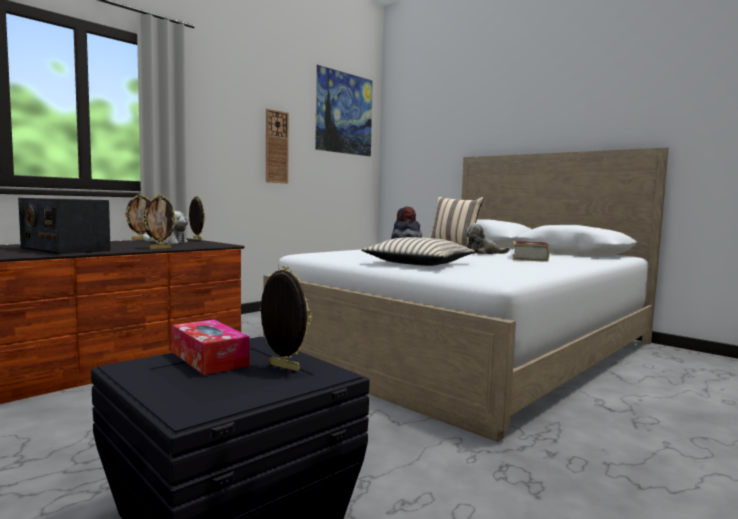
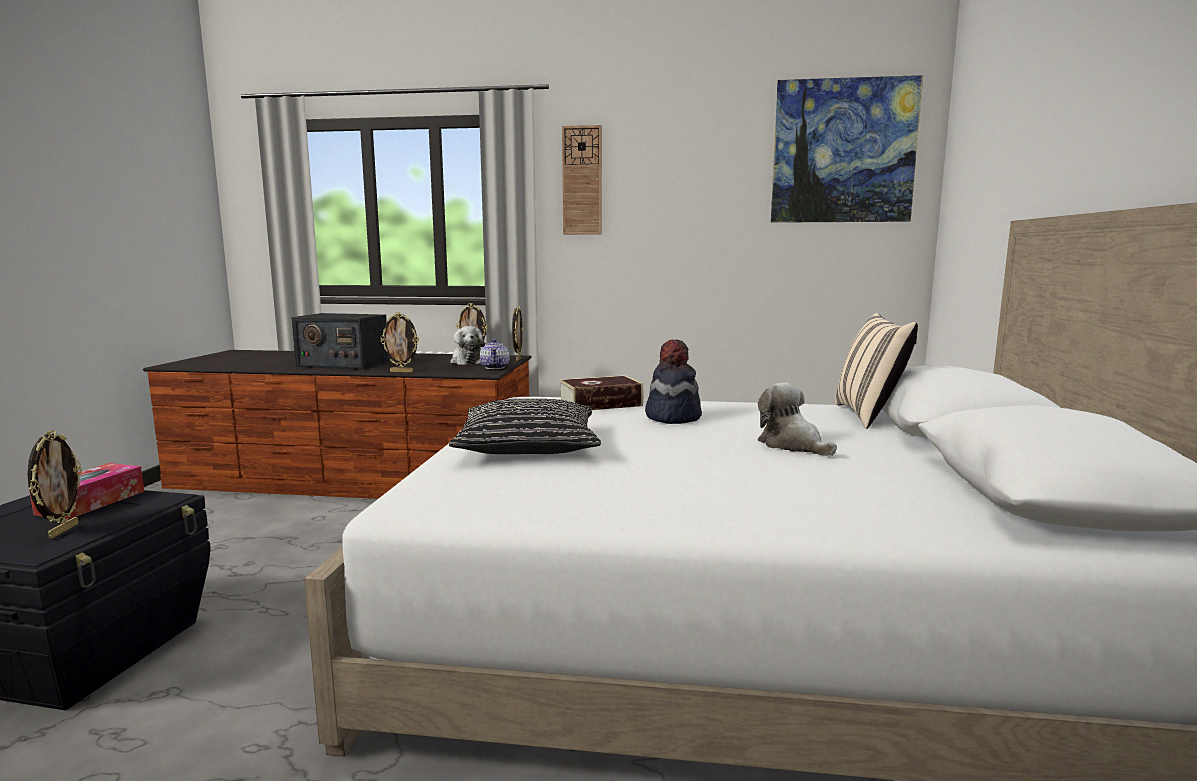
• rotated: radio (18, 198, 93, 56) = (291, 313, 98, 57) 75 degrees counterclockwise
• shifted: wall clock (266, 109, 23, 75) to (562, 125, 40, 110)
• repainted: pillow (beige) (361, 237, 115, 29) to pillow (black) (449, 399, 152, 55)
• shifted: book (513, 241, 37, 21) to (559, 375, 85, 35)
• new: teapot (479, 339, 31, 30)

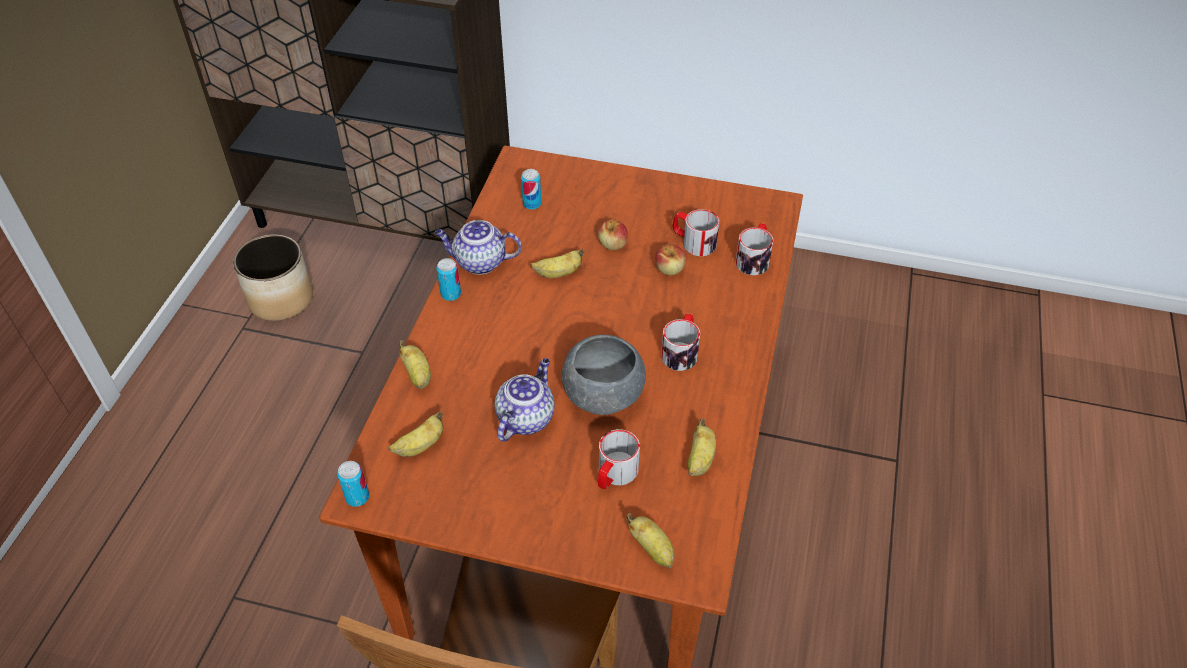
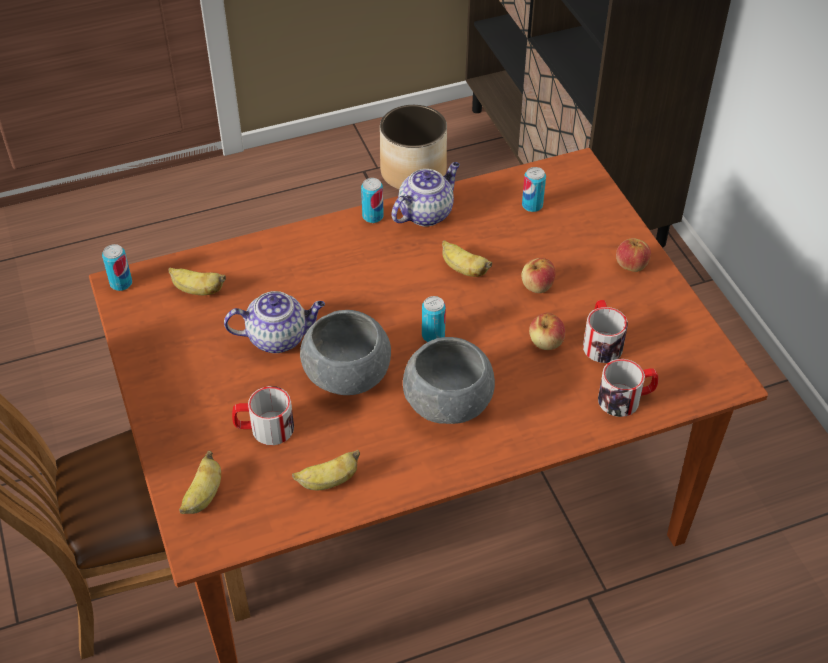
• gone: banana (399, 340, 32, 50)
• rotated: teapot (435, 220, 87, 54) = (392, 162, 68, 65) 75 degrees clockwise
• swapped: mug (661, 314, 39, 57) to bowl (grey) (403, 337, 92, 87)
• new: can (422, 296, 24, 46)
• new: apple (616, 238, 35, 34)

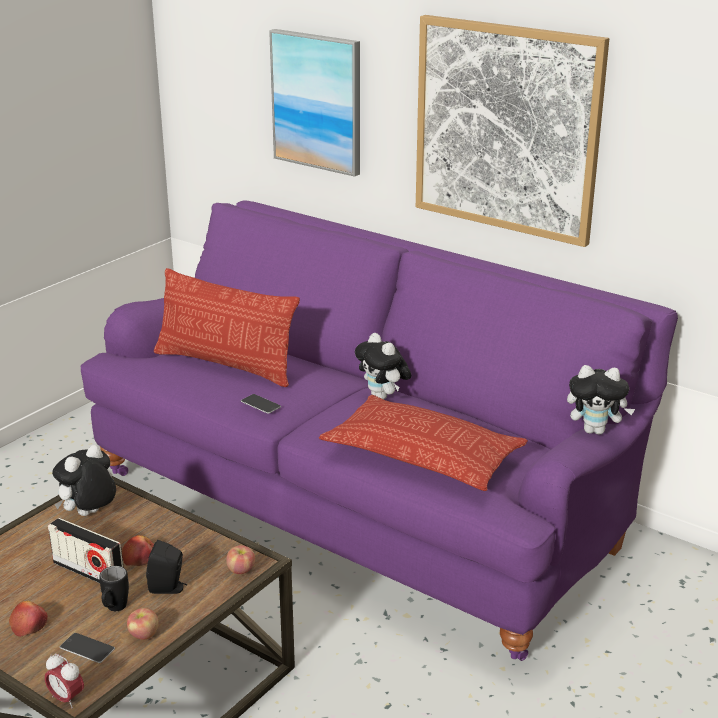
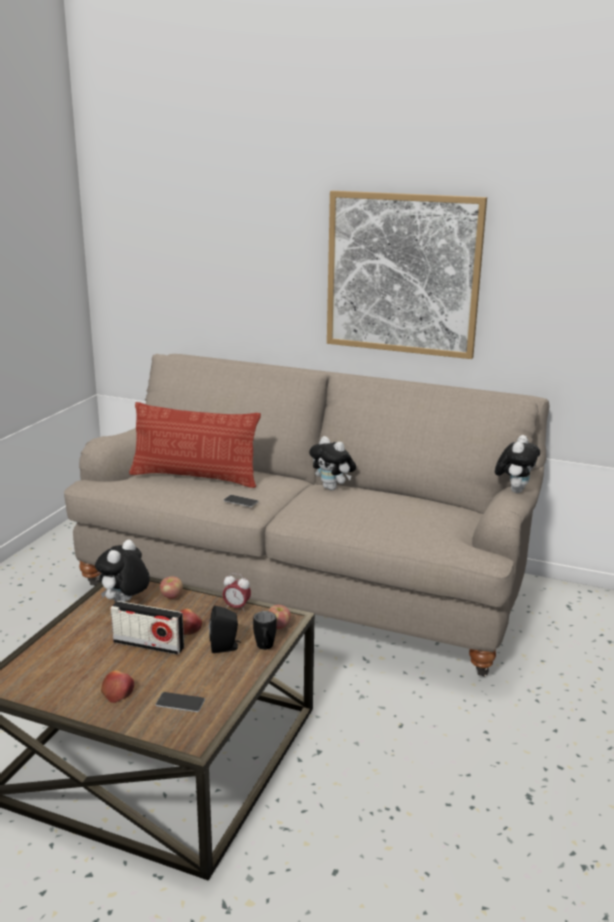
• shifted: alarm clock (45, 654, 39, 54) to (223, 573, 28, 39)
• repainted: sofa (purple) (80, 200, 598, 461) to sofa (beige) (64, 354, 486, 323)
• shifted: mug (black) (99, 566, 30, 45) to (253, 611, 24, 39)
• shifted: apple (127, 608, 32, 32) to (160, 576, 23, 23)
• gone: picture (269, 29, 91, 148)
• gone: pillow (319, 395, 209, 96)
• rotated: plush toy (567, 365, 68, 70) = (495, 435, 45, 58) 60 degrees counterclockwise

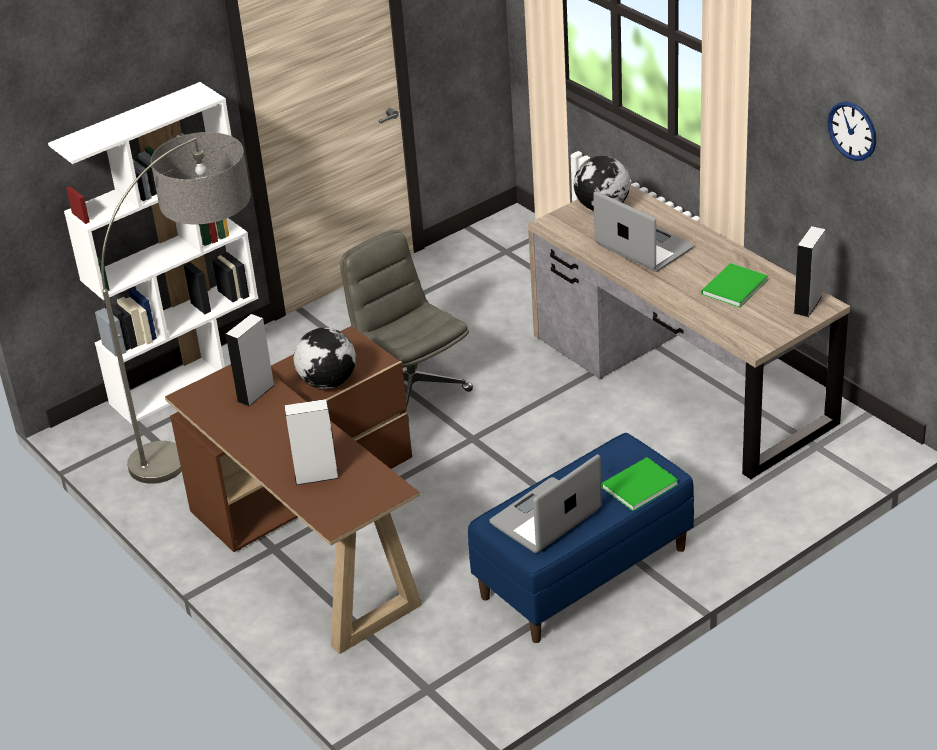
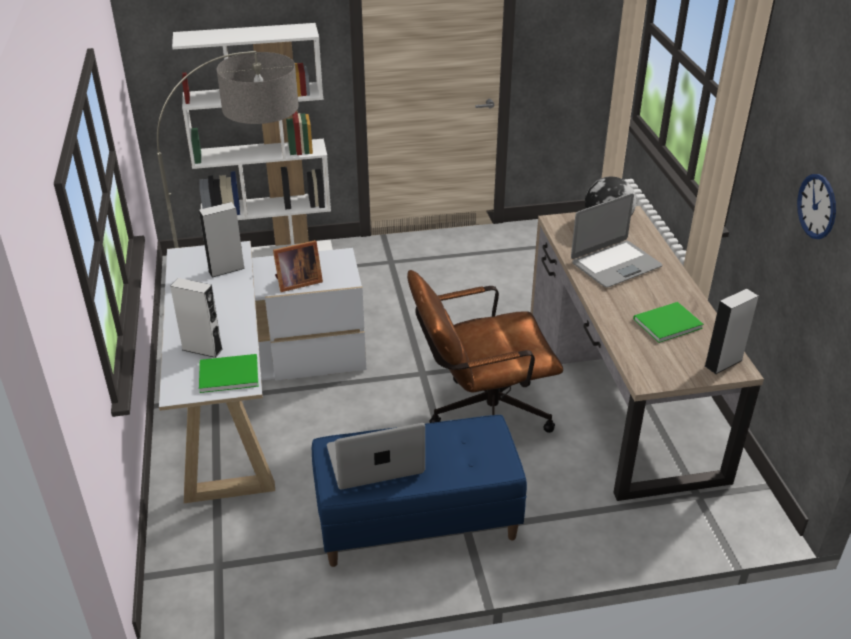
• repainted: desk (brown) (165, 326, 257, 328) to desk (white) (159, 241, 208, 262)
• swapped: globe (294, 328, 62, 61) to picture frame (273, 240, 50, 52)
• gone: office chair (grey) (340, 230, 133, 192)
• rotated: laptop (593, 191, 101, 81) = (571, 193, 91, 95) 75 degrees clockwise
• shifted: book (green) (601, 457, 78, 54) to (199, 354, 60, 39)
• new: office chair (brown) (407, 270, 156, 163)

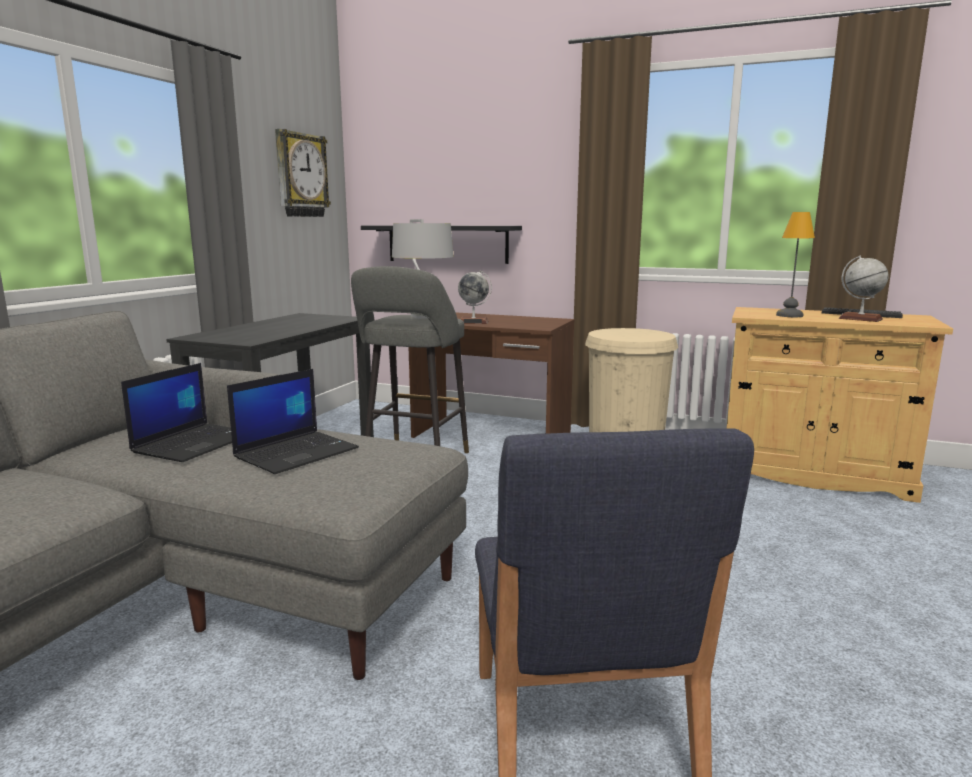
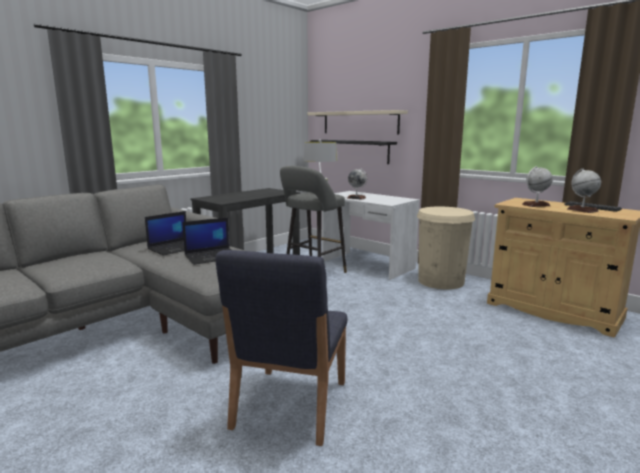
• gone: wall clock (275, 129, 56, 88)
• repainted: desk (brown) (409, 313, 166, 125) to desk (white) (322, 191, 98, 89)
• swapped: table lamp (776, 212, 39, 105) to globe (522, 166, 31, 41)
• new: shelf (beige) (307, 110, 101, 24)

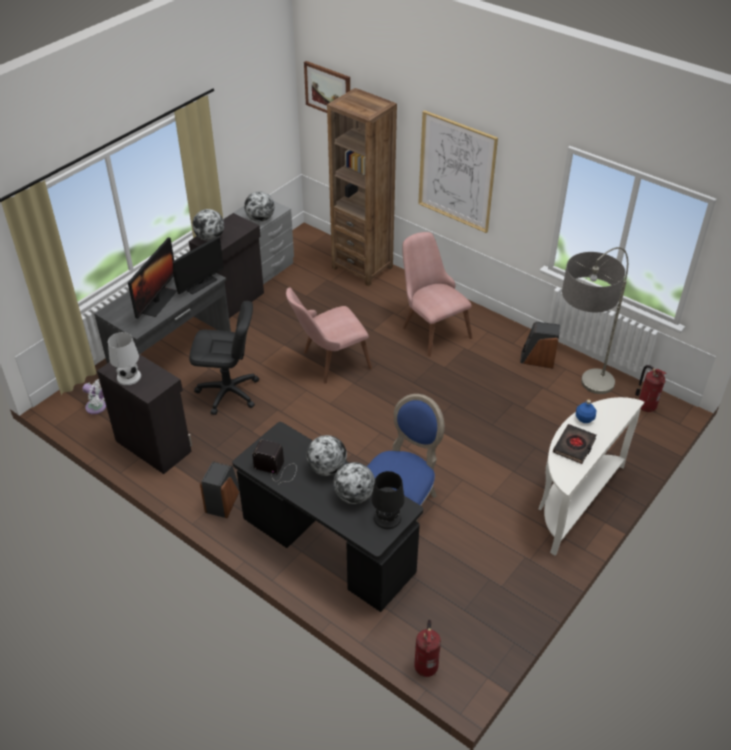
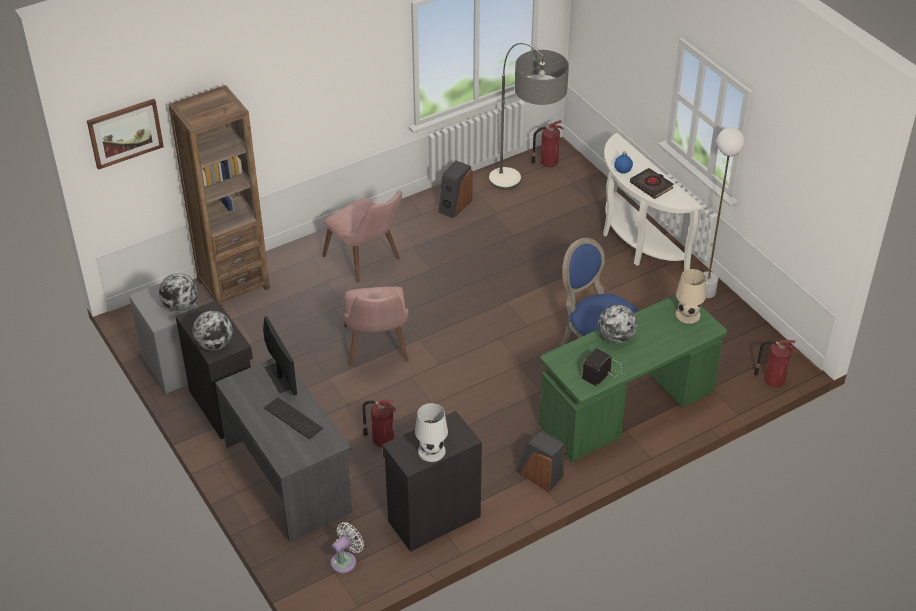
• swapped: monitor (128, 237, 49, 82) to keyboard (264, 397, 59, 42)
• swapped: office chair (black) (189, 301, 70, 114) to fire extinguisher (362, 400, 34, 48)
• repainted: desk (black) (232, 422, 191, 190) to desk (green) (539, 294, 188, 168)
• gone: globe (333, 462, 42, 42)
• repainted: table lamp (black) (371, 471, 34, 58) to table lamp (beige) (676, 269, 30, 55)
• rotated: chair (pink) (402, 232, 70, 125) = (322, 191, 80, 92) 120 degrees counterclockwise
• gone: picture (418, 110, 80, 123)
• new: floor lamp (white) (703, 127, 42, 171)

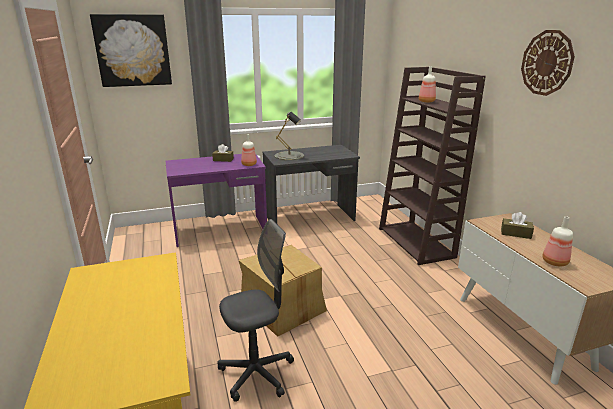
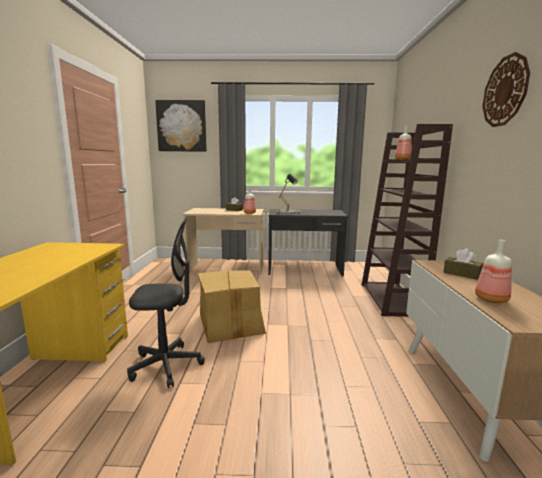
• repainted: desk (purple) (166, 154, 101, 93) to desk (beige) (183, 208, 81, 67)

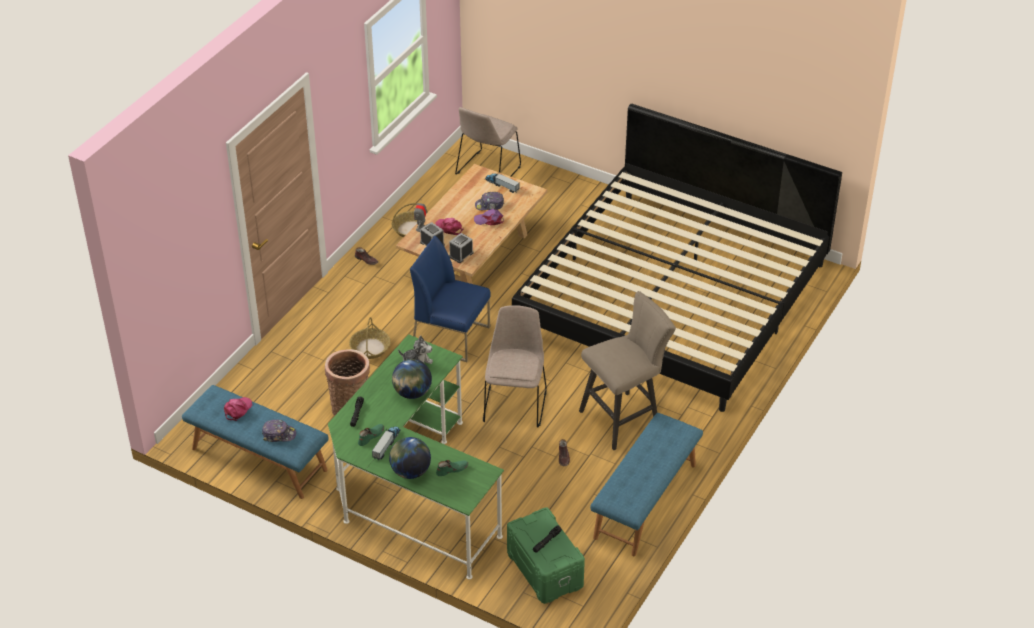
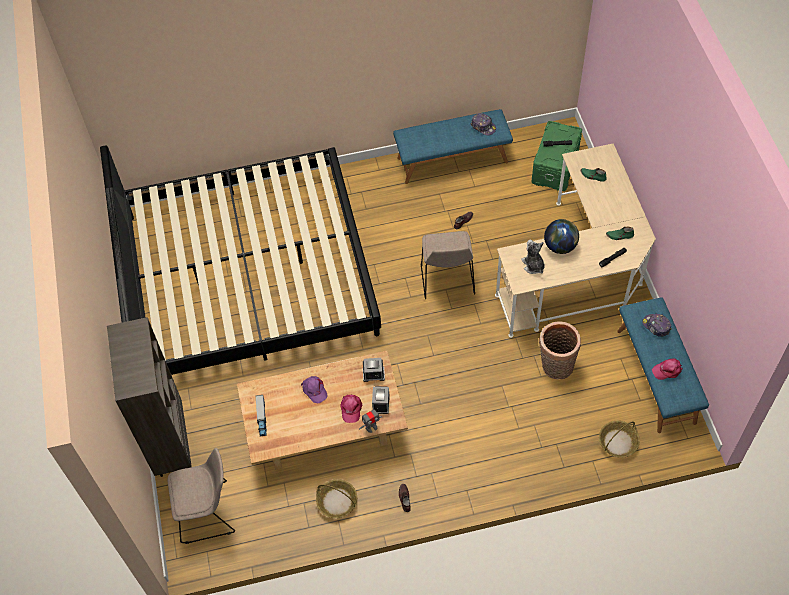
• repainted: desk (green) (328, 334, 176, 246) to desk (beige) (495, 144, 161, 194)
• shifted: basket (349, 317, 42, 42) to (599, 421, 41, 37)
• gone: toy truck (372, 426, 29, 34)
• gone: globe (389, 437, 42, 42)
• gone: chair (blue) (410, 236, 81, 126)
• shifted: cap (475, 192, 29, 18) to (471, 113, 25, 22)
• rotated: chair (beige) (483, 305, 64, 122) = (421, 231, 54, 68) 60 degrees counterclockwise
• gone: stool (beige) (579, 291, 97, 159)
• new: bookcase (brown) (107, 317, 85, 160)

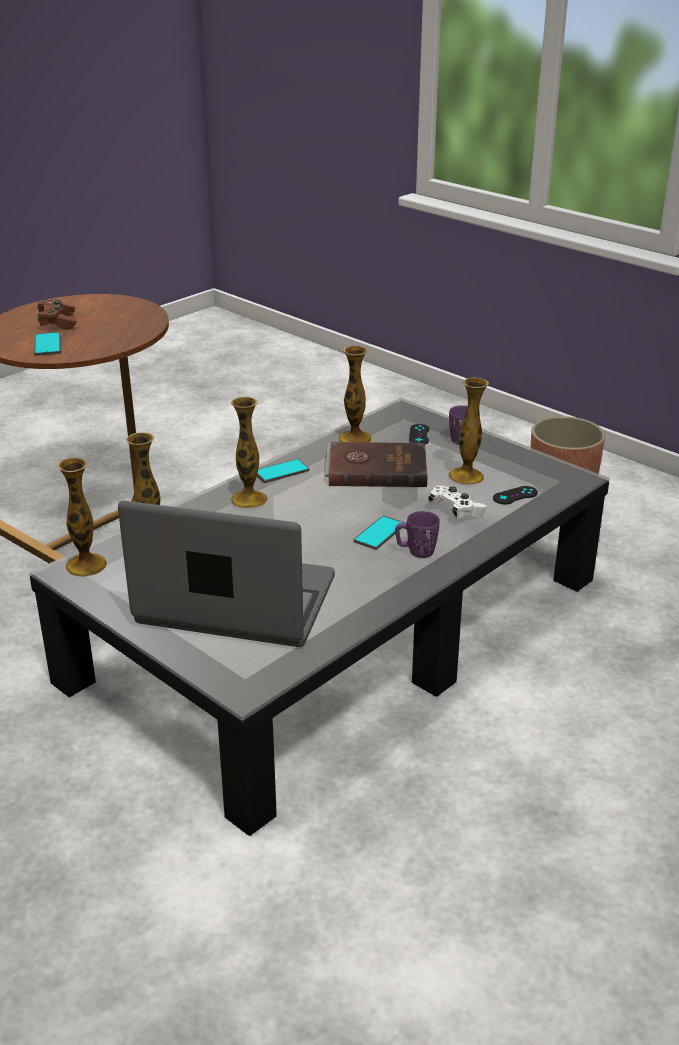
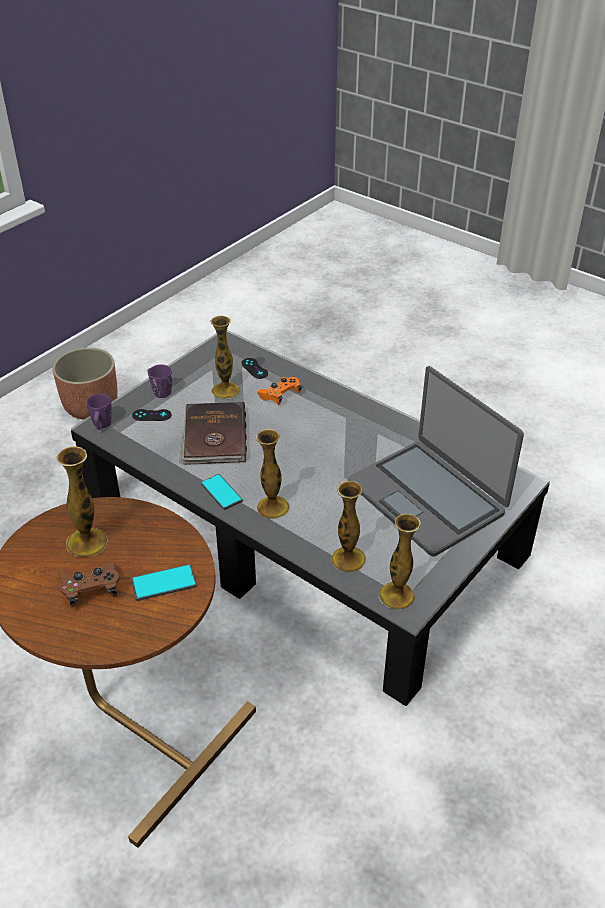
• rotated: laptop (118, 501, 217, 146) = (348, 366, 176, 191) 45 degrees counterclockwise
• shifted: vase (339, 345, 33, 97) to (56, 446, 52, 111)
• gone: phone (354, 515, 51, 35)
• shifted: mug (purple) (395, 511, 45, 47) to (86, 394, 26, 36)
• repainted: game controller (white) (429, 486, 58, 34) to game controller (orange) (257, 377, 45, 28)

